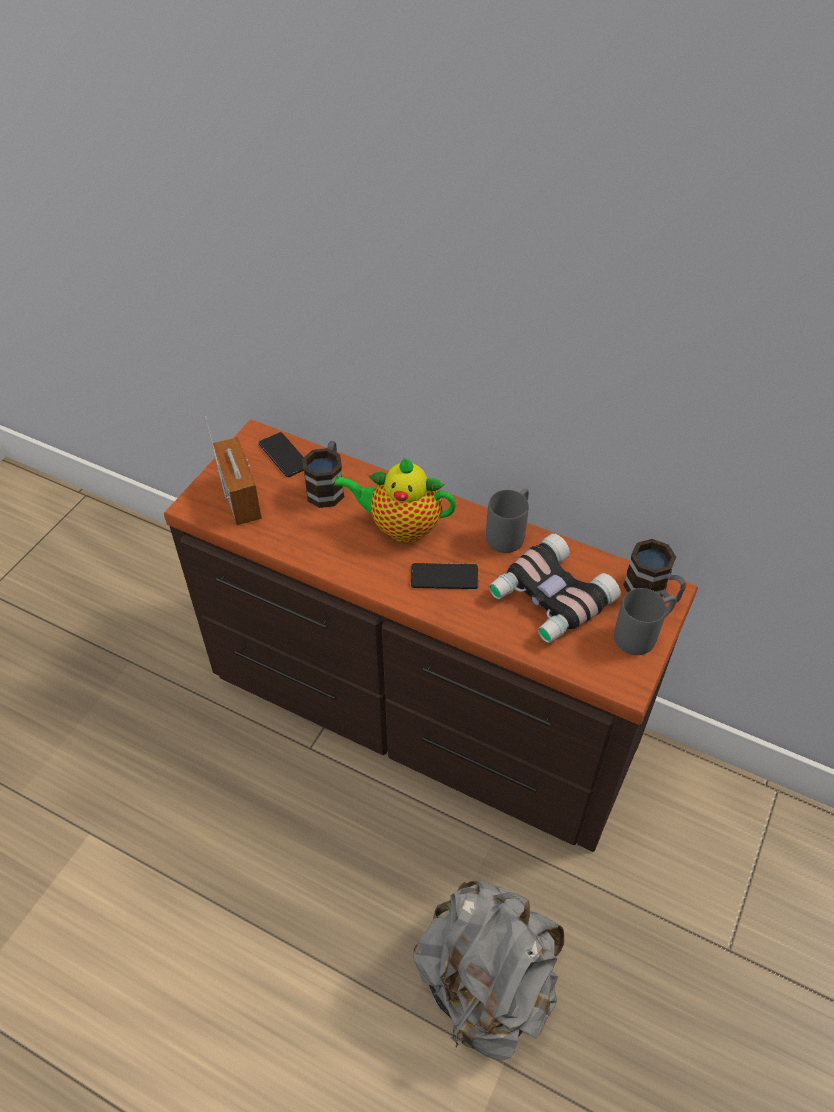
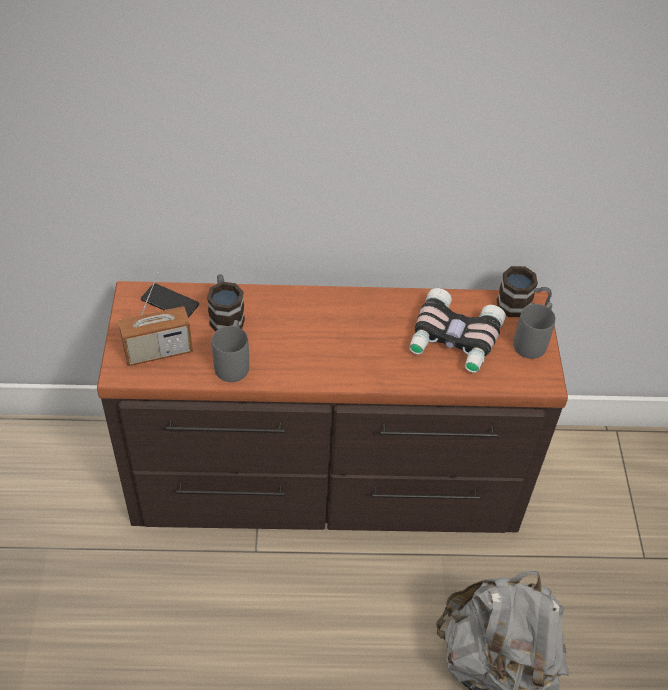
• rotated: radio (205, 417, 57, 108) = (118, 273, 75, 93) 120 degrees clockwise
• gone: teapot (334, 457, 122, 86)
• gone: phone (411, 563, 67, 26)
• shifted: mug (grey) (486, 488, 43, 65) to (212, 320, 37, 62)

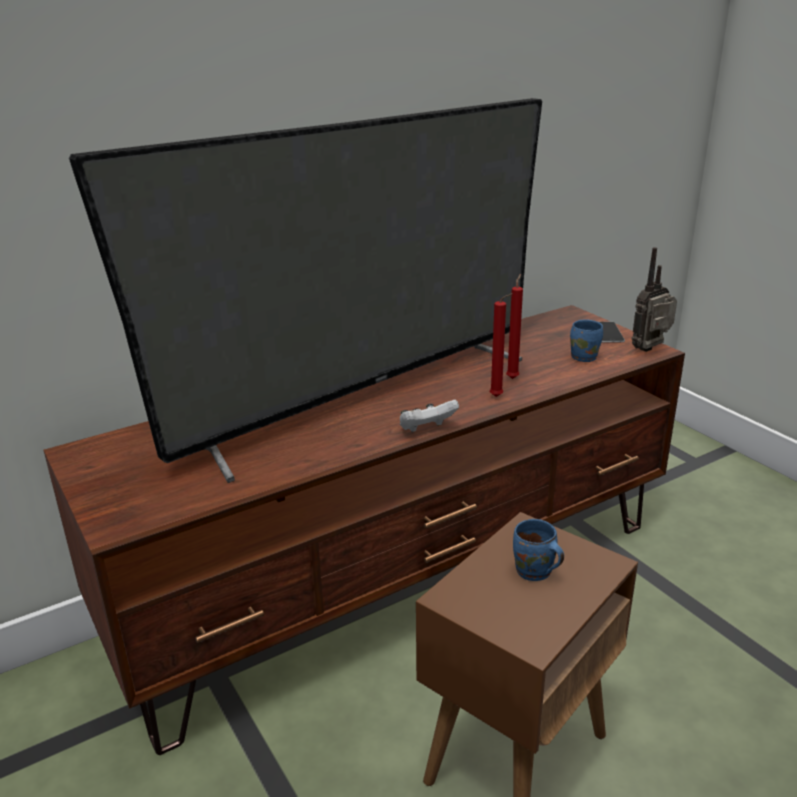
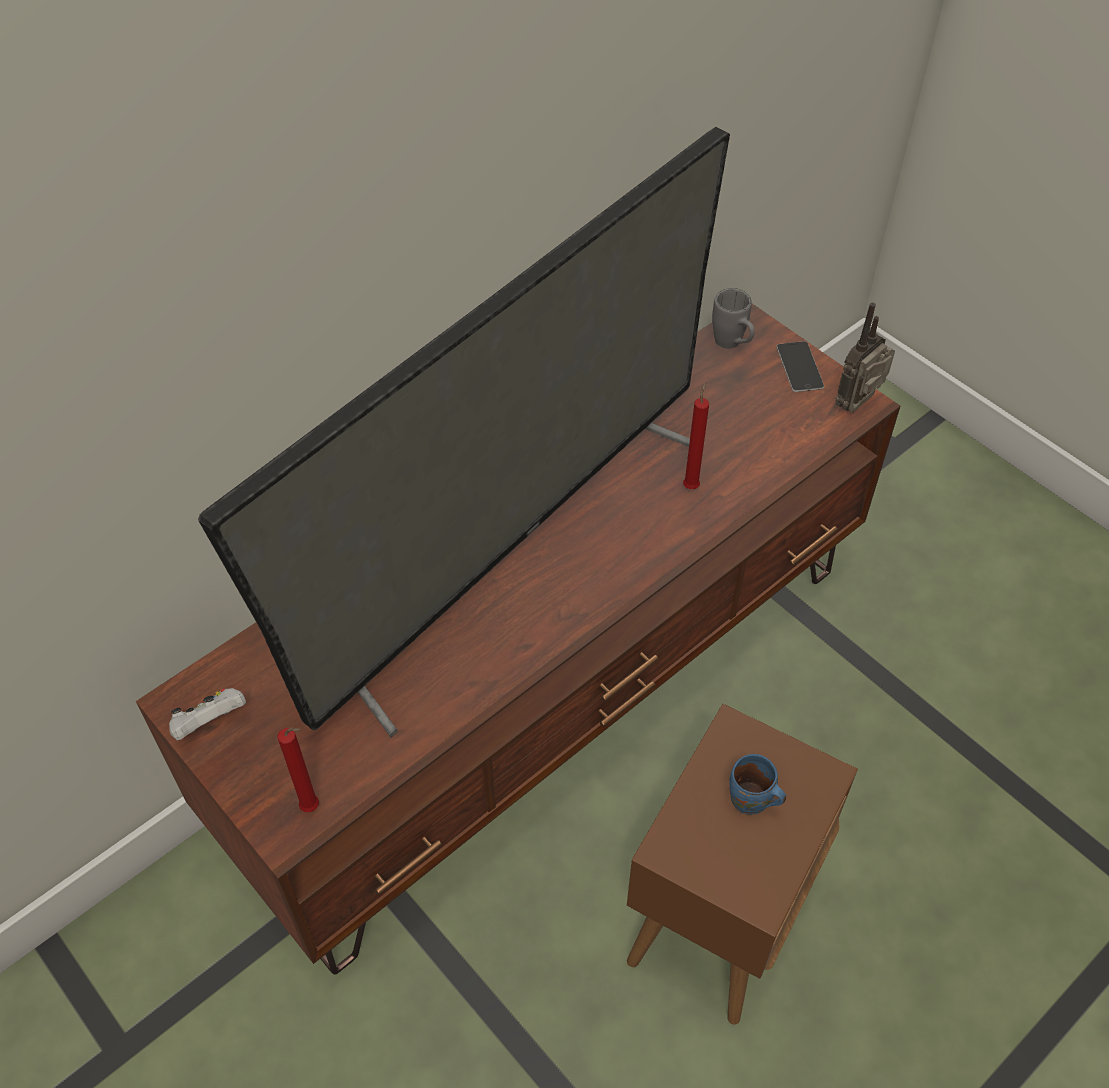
• shifted: game controller (white) (400, 400, 59, 32) to (169, 688, 77, 53)
• shifted: candle (red) (490, 293, 23, 104) to (277, 727, 42, 85)
• gone: mug (blue) (570, 319, 33, 43)
• new: mug (grey) (712, 288, 43, 61)

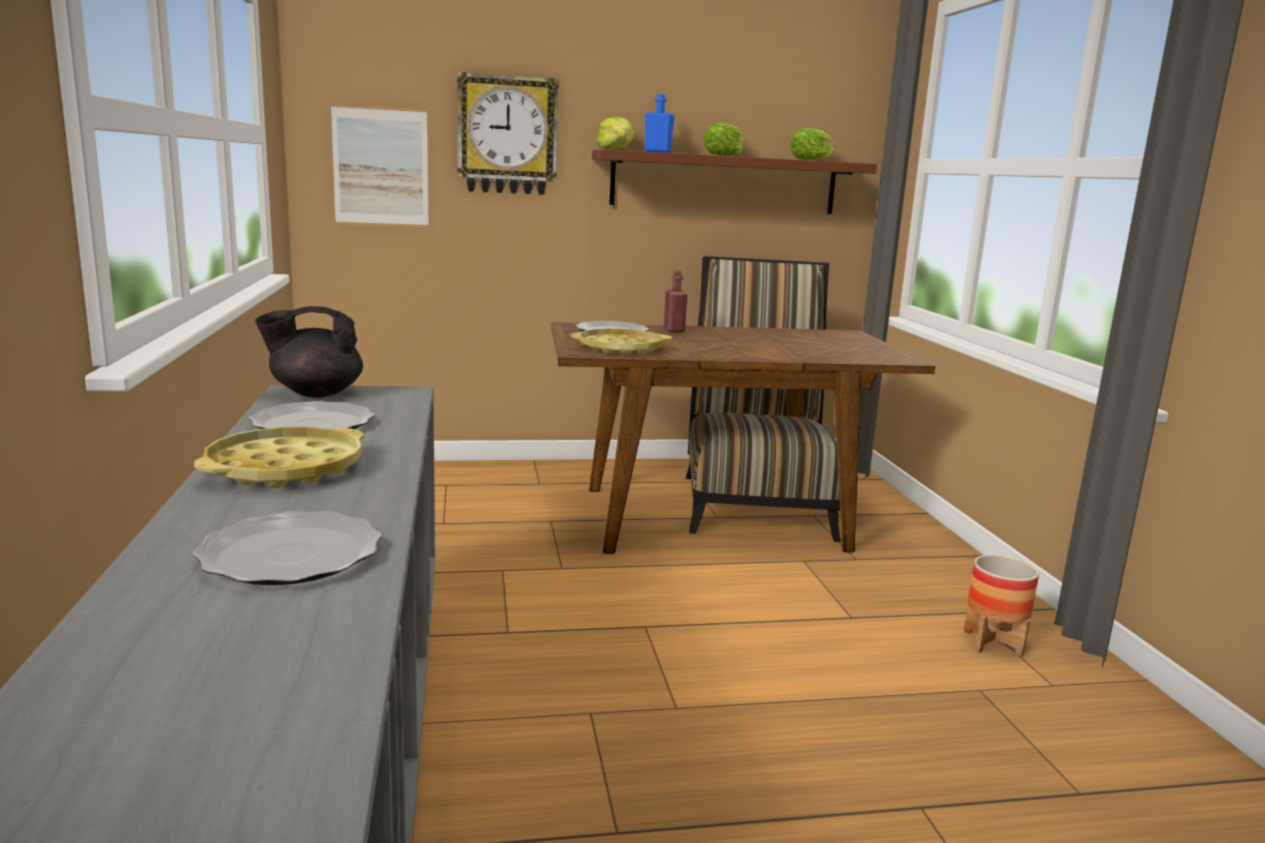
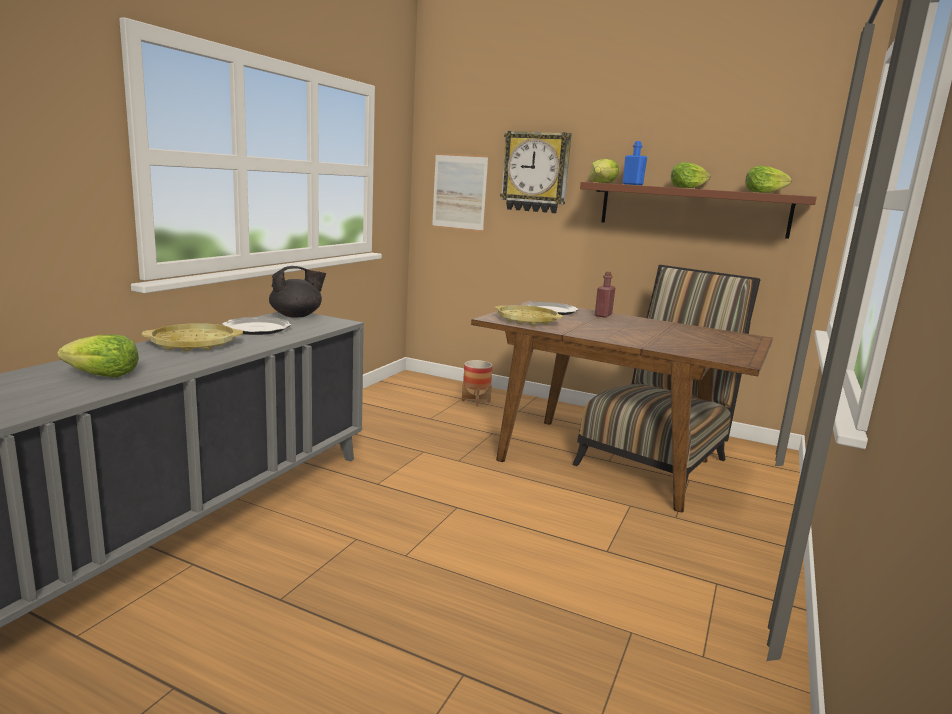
• swapped: plate (193, 511, 189, 74) to lettuce (57, 335, 82, 43)
• rotated: teapot (black) (255, 306, 108, 92) = (269, 266, 57, 52) 135 degrees clockwise
• shifted: planter (964, 554, 75, 103) to (462, 360, 31, 46)

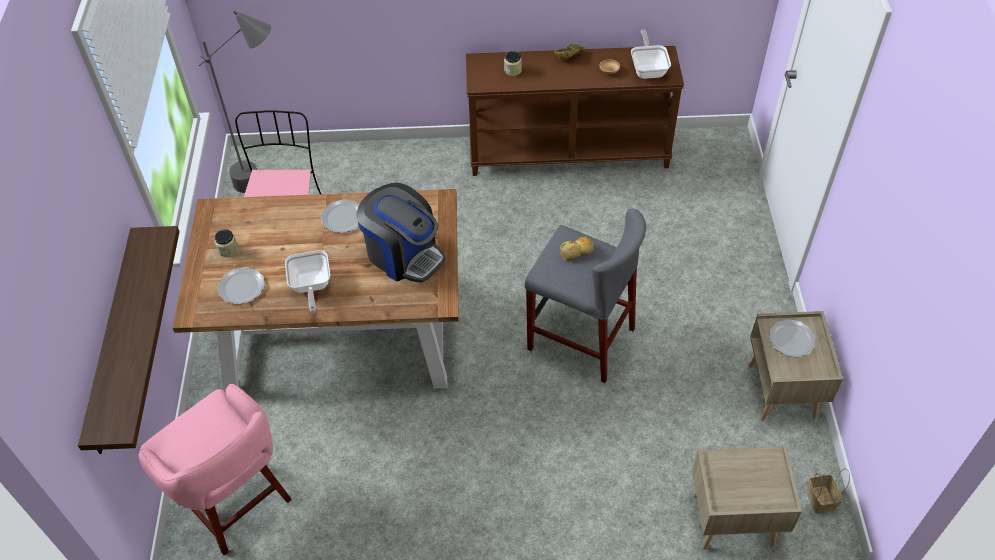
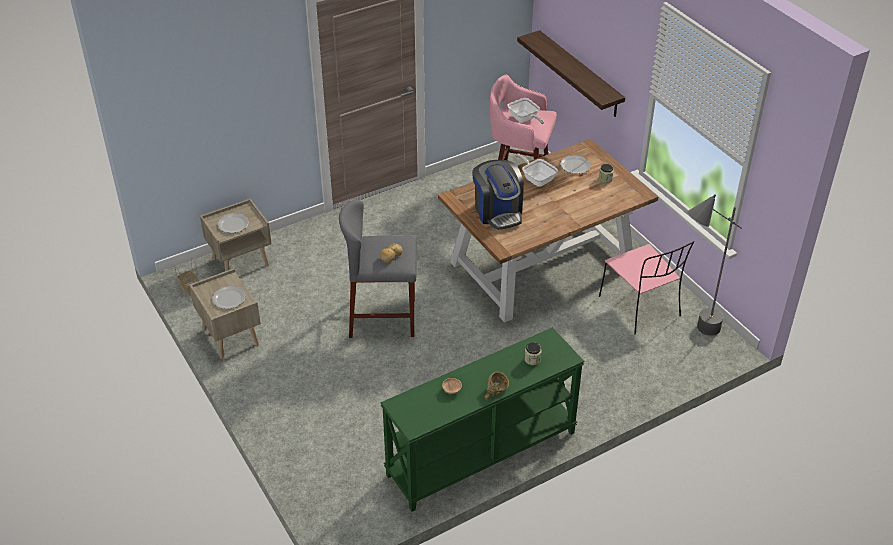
• shifted: plate (321, 199, 39, 34) to (217, 213, 32, 20)
• rotated: coffee machine (356, 183, 90, 100) = (472, 160, 52, 70) 120 degrees counterclockwise
• repainted: console table (brown) (466, 46, 218, 130) to console table (green) (381, 327, 204, 185)
• shifted: frying pan (631, 29, 40, 50) to (507, 98, 37, 26)

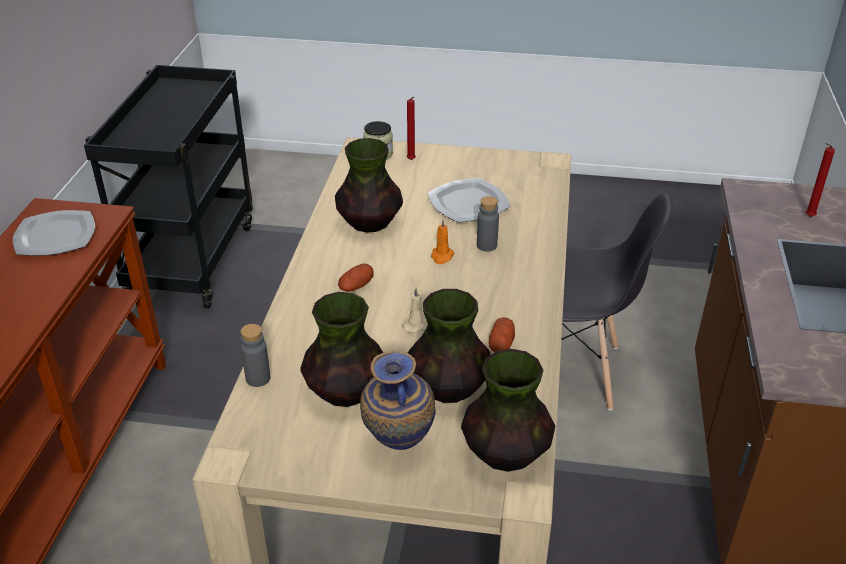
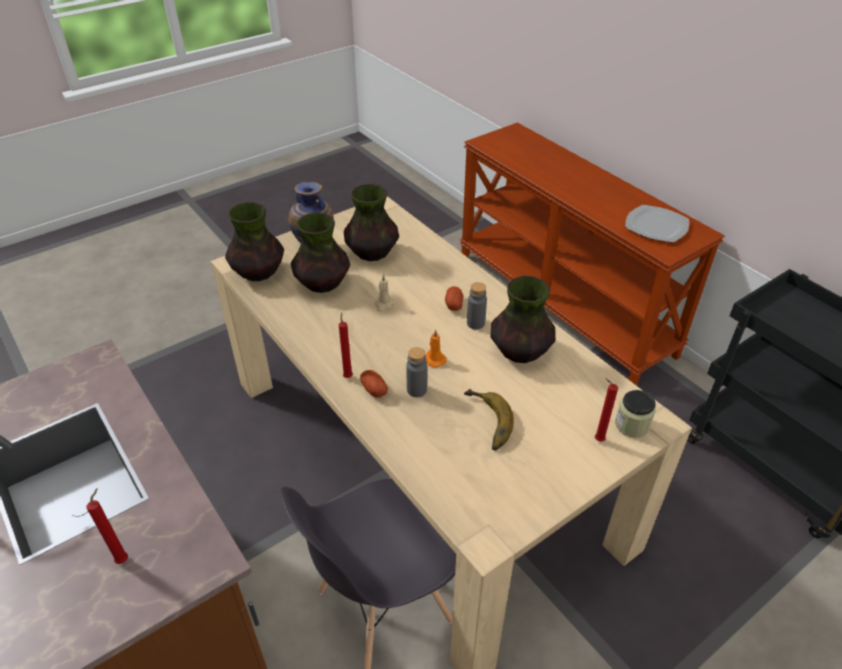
• shifted: bottle (grey) (241, 324, 29, 63) to (467, 282, 20, 47)
• swapped: plate (428, 178, 83, 45) to banana (464, 389, 50, 62)
• shifted: potato (489, 317, 26, 35) to (360, 370, 28, 28)
• new: candle (red) (339, 312, 14, 66)

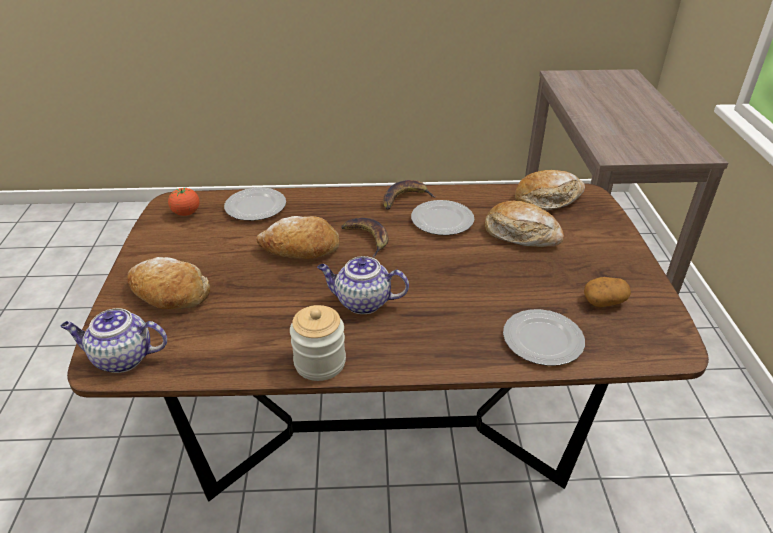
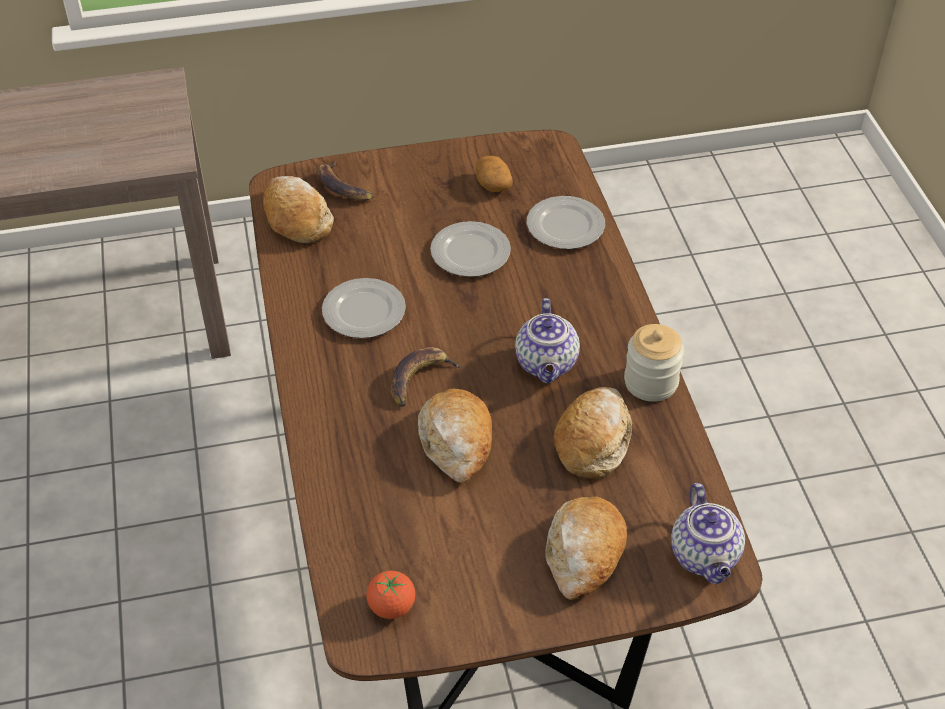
• shifted: plate (224, 188, 62, 33) to (430, 221, 81, 56)
• shifted: banana (383, 180, 52, 30) to (317, 162, 57, 39)
• shifted: bread (485, 201, 79, 46) to (553, 387, 79, 92)

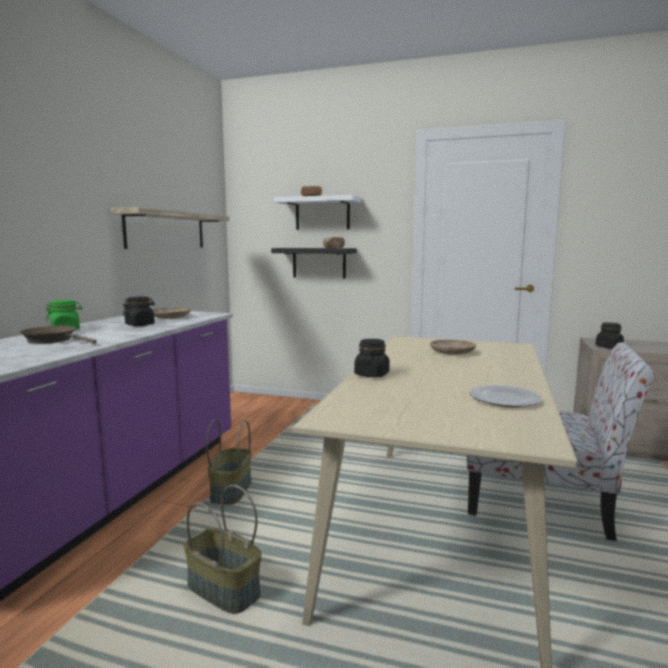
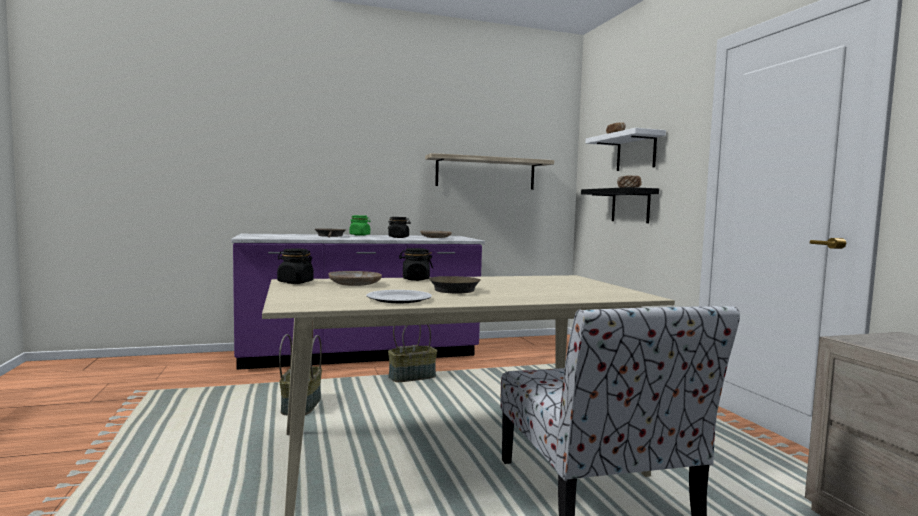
• shifted: plate (beige) (430, 340, 46, 15) to (328, 271, 54, 15)
• shifted: jar (black) (596, 322, 28, 27) to (277, 249, 37, 35)
• new: frying pan (brown) (429, 276, 52, 17)

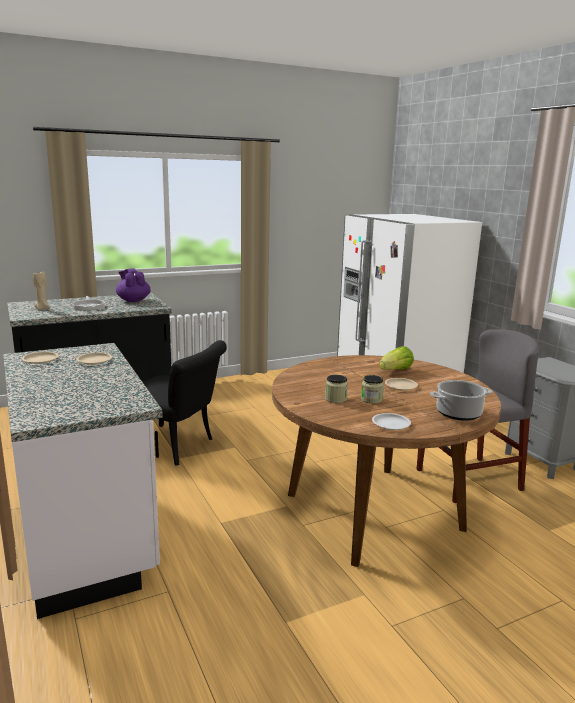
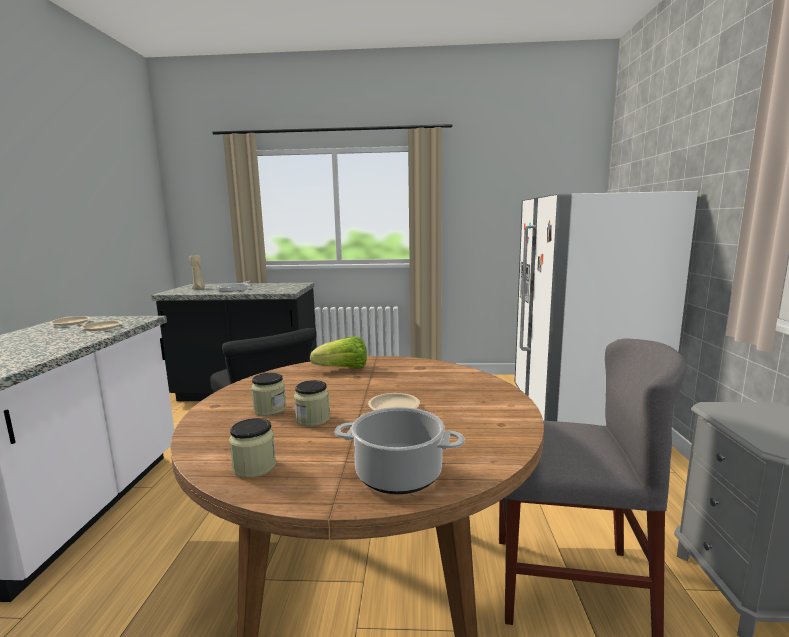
• gone: teapot (purple) (116, 268, 35, 34)
• swapped: plate (white) (372, 413, 39, 17) to jar (229, 418, 47, 60)
• shifted: lettuce (379, 346, 35, 24) to (310, 336, 57, 33)

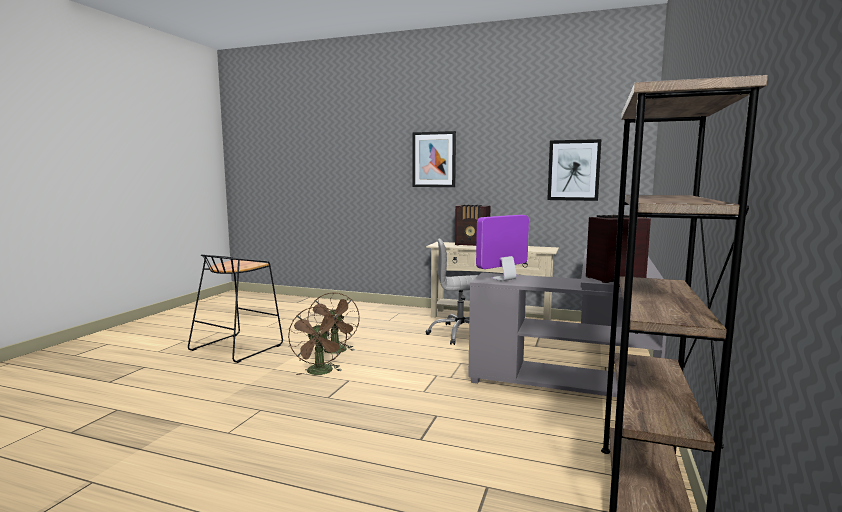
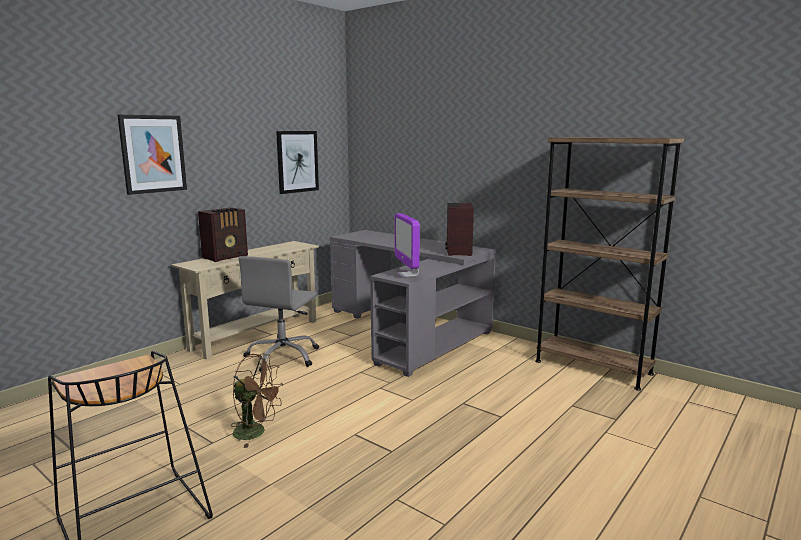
• gone: fan (brown) (288, 306, 59, 69)

